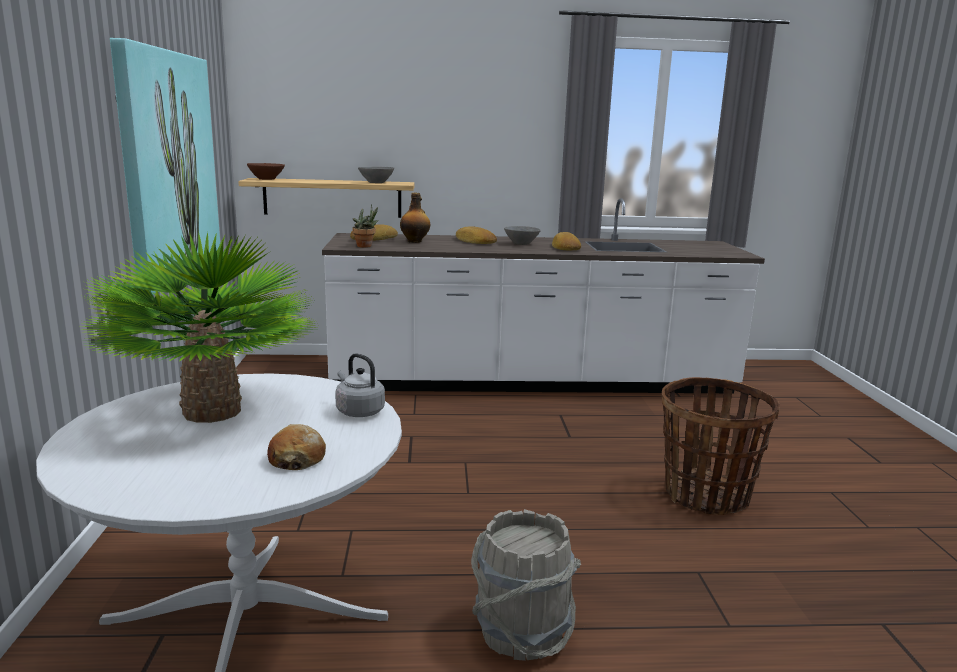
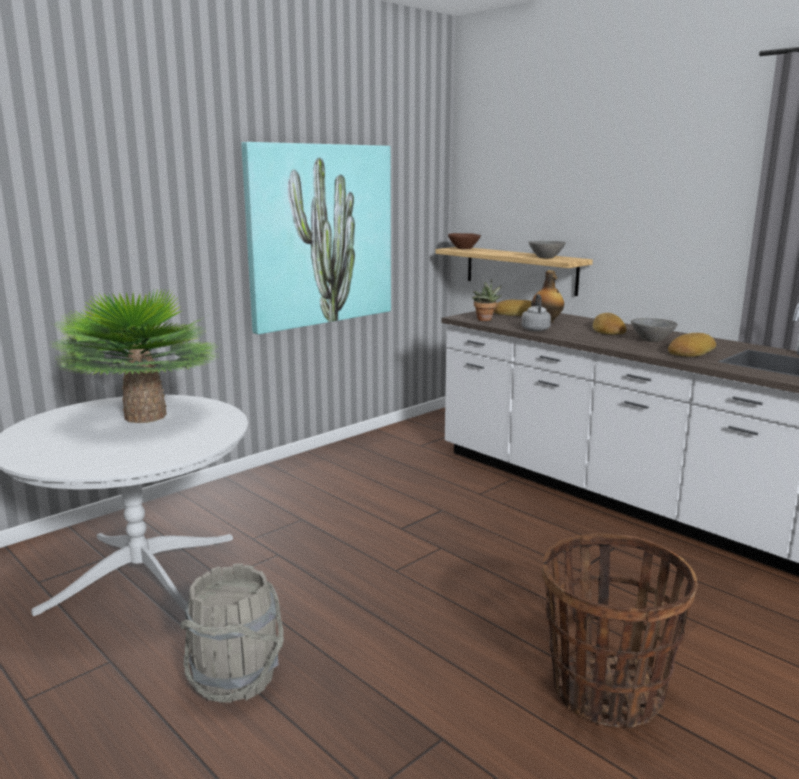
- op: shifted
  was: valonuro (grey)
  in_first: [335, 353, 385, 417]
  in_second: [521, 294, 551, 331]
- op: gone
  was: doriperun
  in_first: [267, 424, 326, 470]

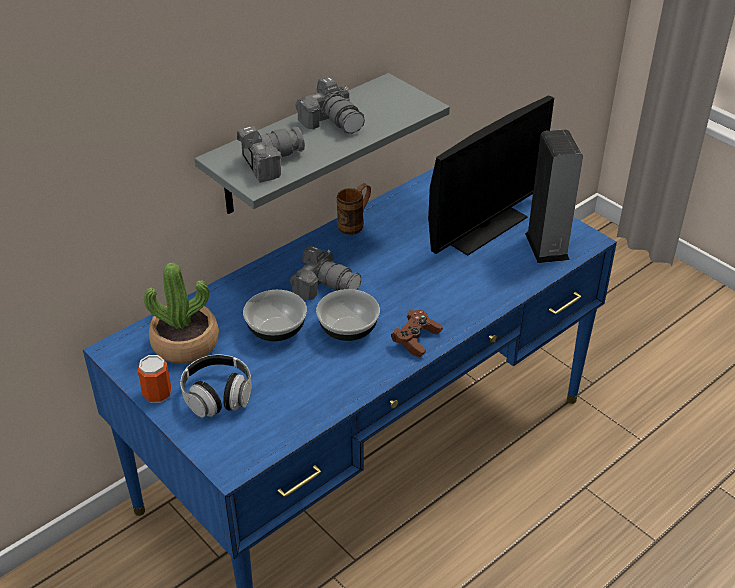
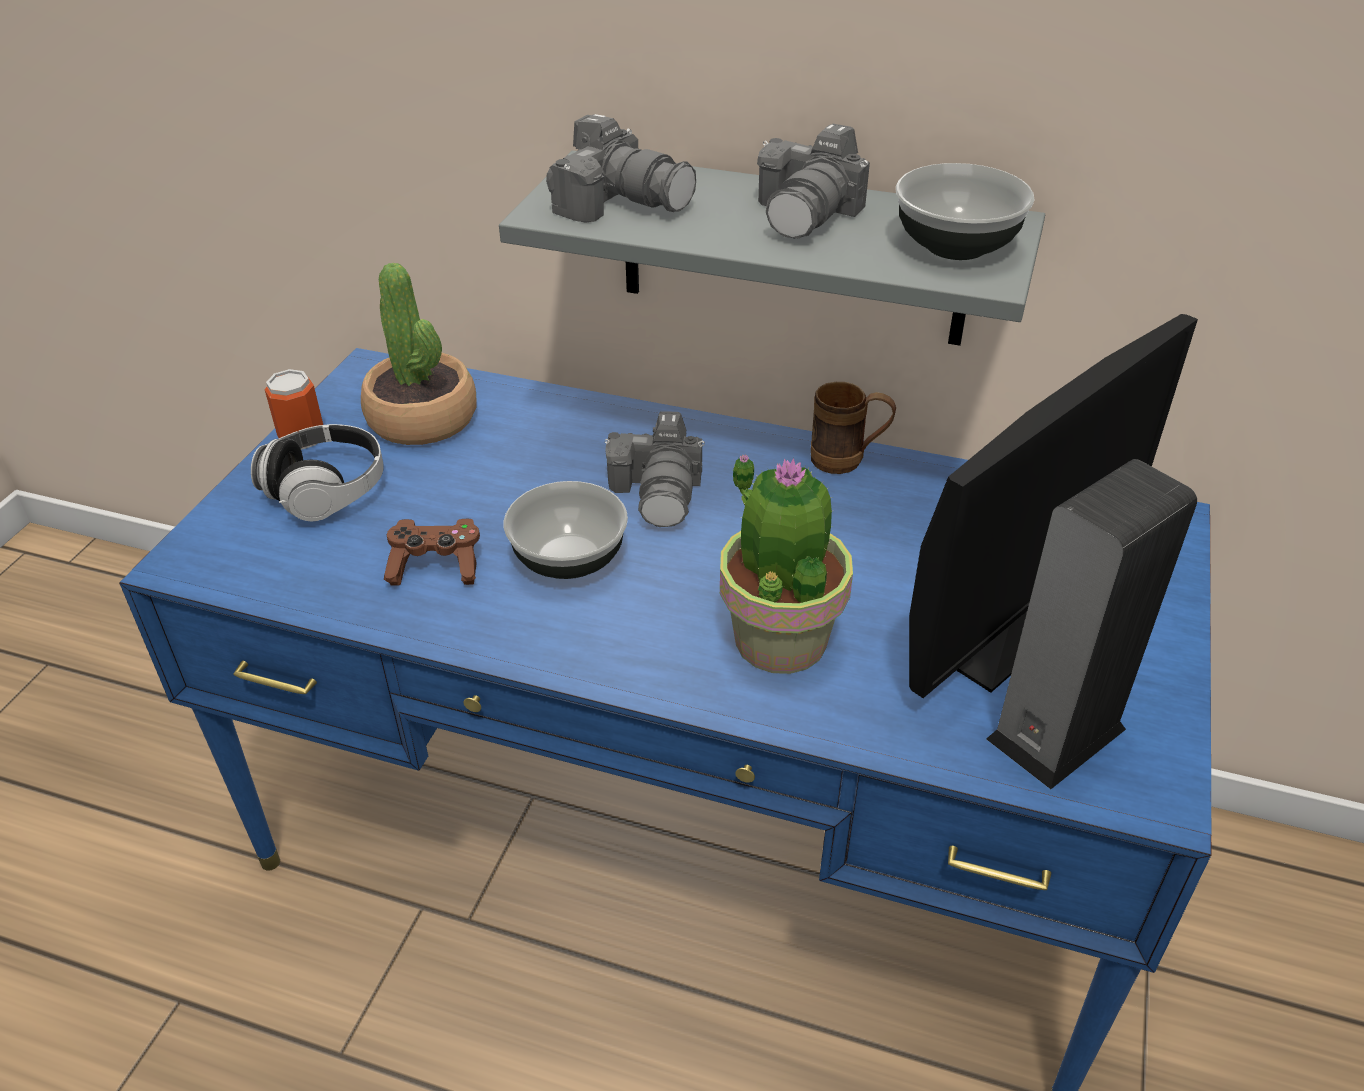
- op: shifted
  was: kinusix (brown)
  in_first: [391, 310, 443, 358]
  in_second: [384, 519, 480, 586]
- op: new
  now: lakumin
  in_second: [720, 454, 853, 674]
- op: shifted
  was: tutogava
  in_first: [243, 290, 307, 341]
  in_second: [896, 163, 1035, 260]
- op: rotated
  was: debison
  in_first: [428, 96, 554, 256]
  in_second: [909, 314, 1198, 698]
  clockwise: -60

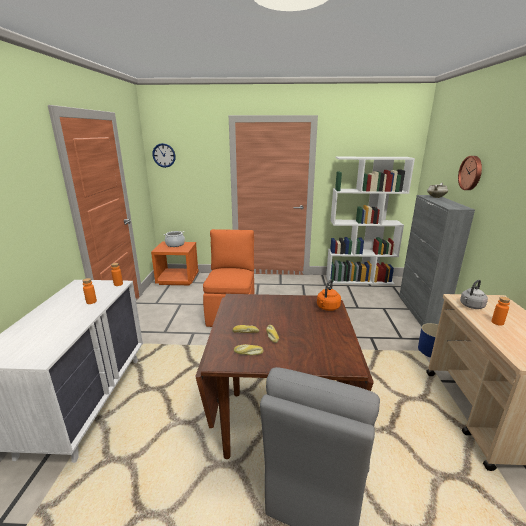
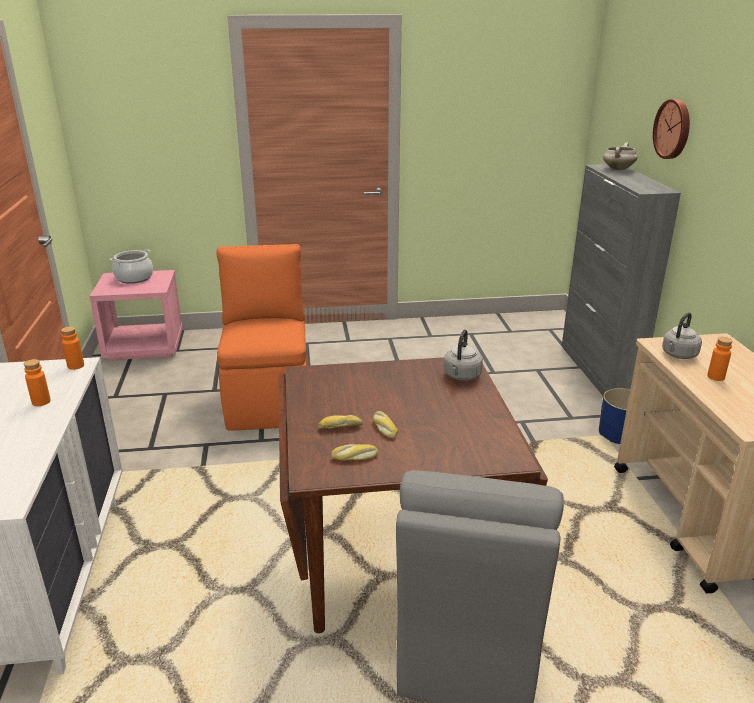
- op: repainted
  was: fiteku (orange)
  now: fiteku (pink)
  in_first: [151, 242, 199, 285]
  in_second: [90, 270, 183, 360]
- op: repainted
  was: valonuro (orange)
  now: valonuro (grey)
  in_first: [317, 279, 341, 311]
  in_second: [444, 329, 483, 381]
- op: gone
  was: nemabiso
  in_first: [152, 143, 176, 168]
- op: gone
  was: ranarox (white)
  in_first: [326, 157, 415, 285]

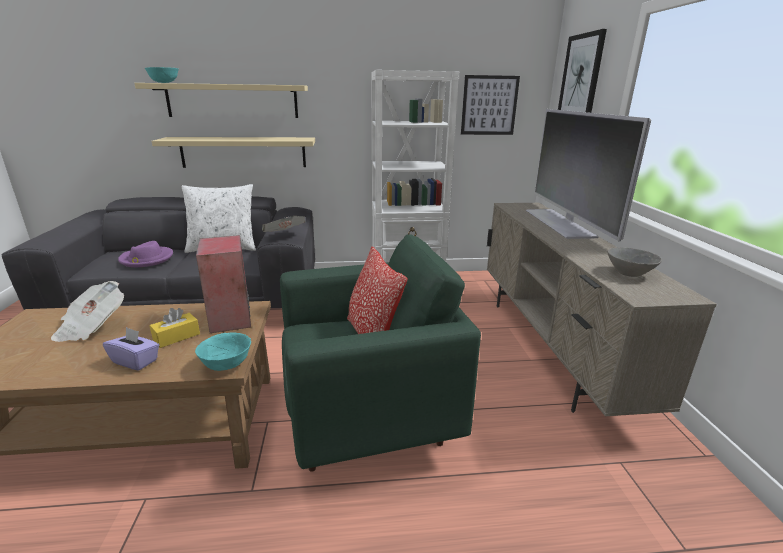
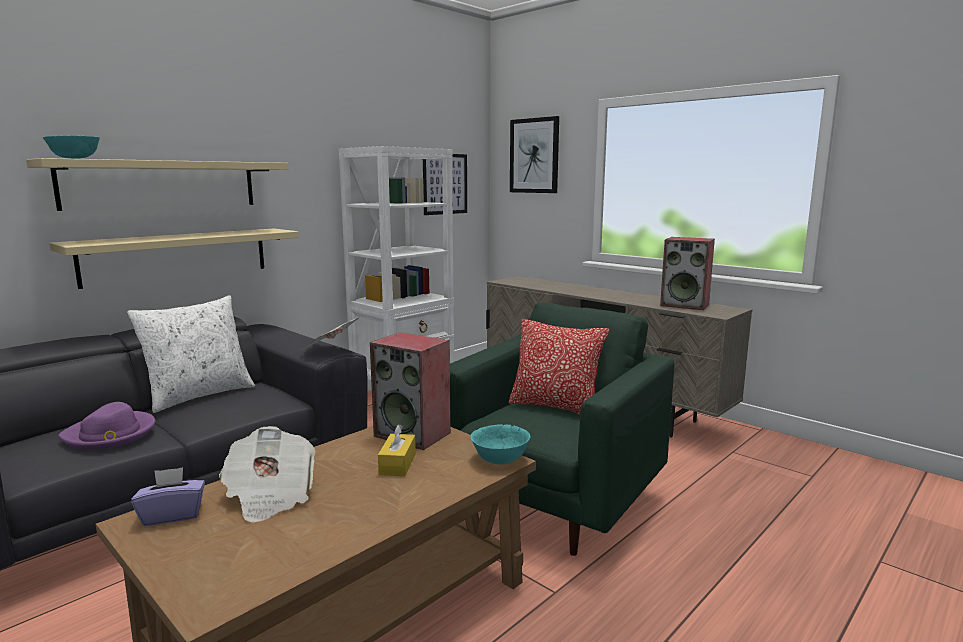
- op: shifted
  was: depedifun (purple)
  in_first: [103, 327, 159, 371]
  in_second: [131, 467, 205, 526]
- op: swapped
  was: tutogava (grey)
  now: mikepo
  in_first: [608, 247, 662, 277]
  in_second: [660, 237, 715, 310]
- op: gone
  was: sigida
  in_first: [526, 109, 651, 241]

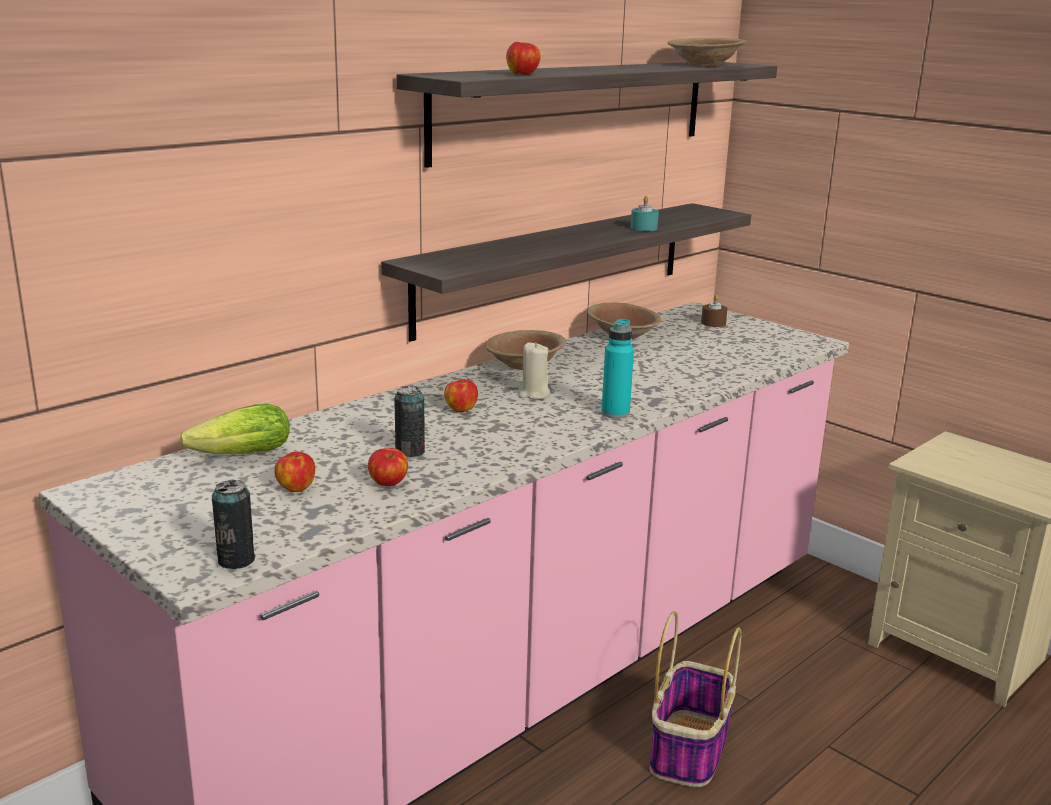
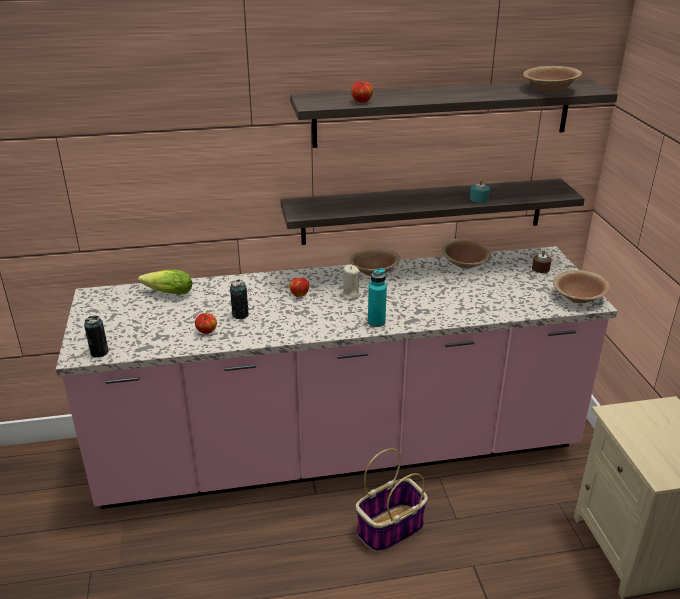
- op: new
  now: tutogava (brown)
  in_second: [553, 270, 610, 303]
- op: gone
  was: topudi
  in_first: [274, 452, 315, 492]

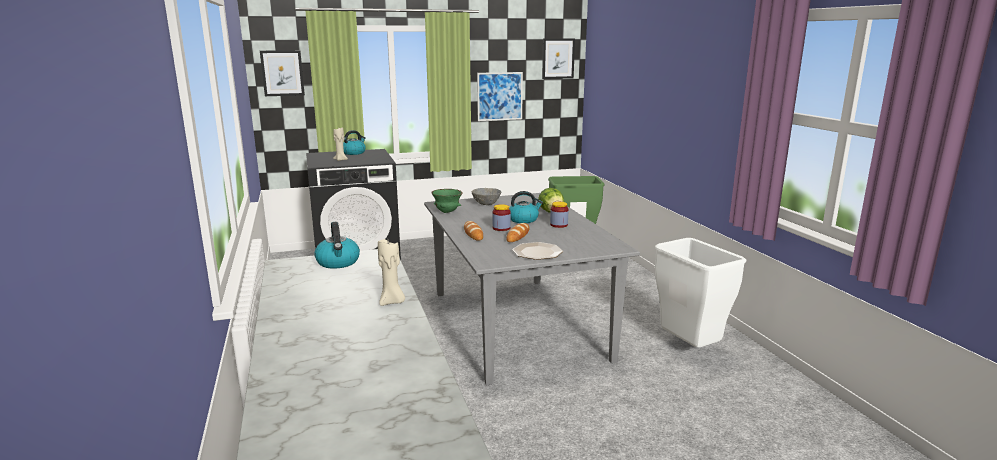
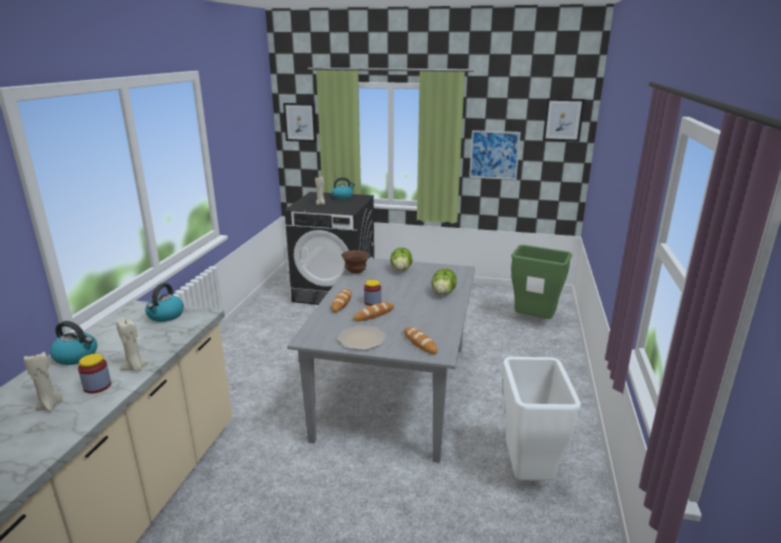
- op: new
  now: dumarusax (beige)
  in_second: [24, 352, 62, 412]
- op: shifted
  was: valonuro
  in_first: [509, 191, 543, 223]
  in_second: [50, 321, 97, 365]
- op: shifted
  was: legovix
  in_first: [550, 202, 568, 228]
  in_second: [78, 354, 111, 394]
- op: repainted
  was: tutogava (green)
  now: tutogava (brown)
  in_first: [431, 189, 463, 213]
  in_second: [341, 250, 370, 274]
- op: swapped
  was: tutogava (grey)
  now: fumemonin
  in_first: [472, 188, 501, 205]
  in_second: [390, 247, 413, 271]
- op: new
  now: doriperun
  in_second: [404, 327, 438, 354]

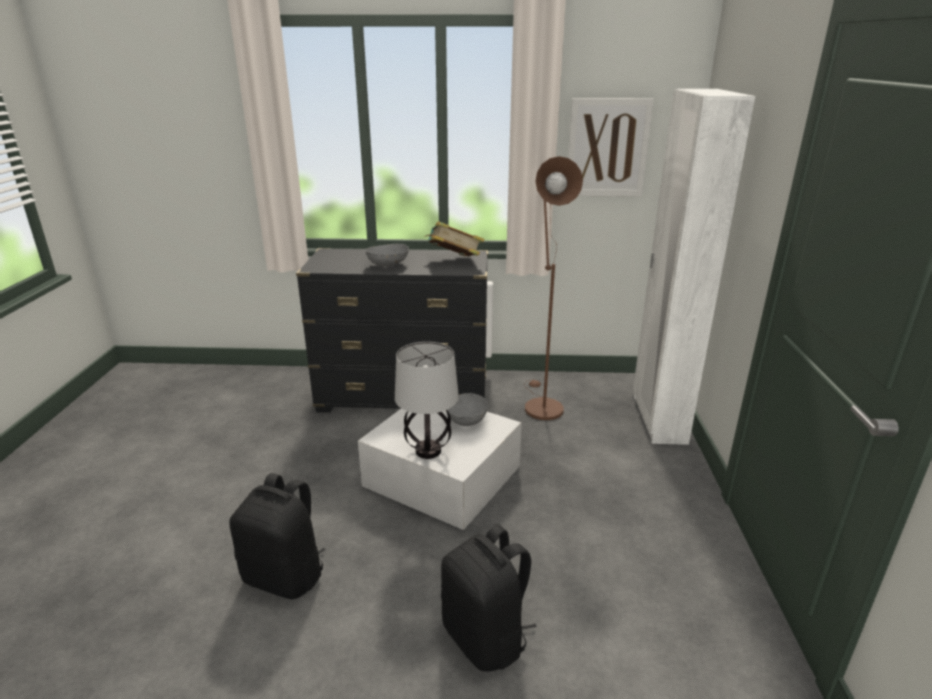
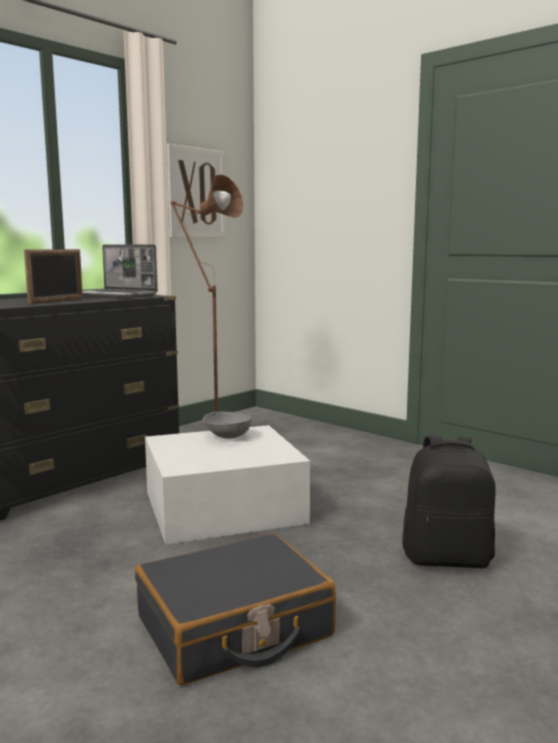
- op: swapped
  was: tutogava (grey)
  now: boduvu
  in_first: [365, 244, 409, 267]
  in_second: [24, 249, 83, 304]
- op: swapped
  was: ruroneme
  now: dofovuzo
  in_first: [424, 221, 484, 257]
  in_second: [83, 244, 158, 298]
- op: swapped
  was: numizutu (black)
  now: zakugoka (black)
  in_first: [229, 473, 325, 599]
  in_second: [135, 533, 336, 685]
- op: gone
  was: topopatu
  in_first: [395, 342, 459, 459]
- op: gone
  was: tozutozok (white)
  in_first: [633, 89, 755, 445]

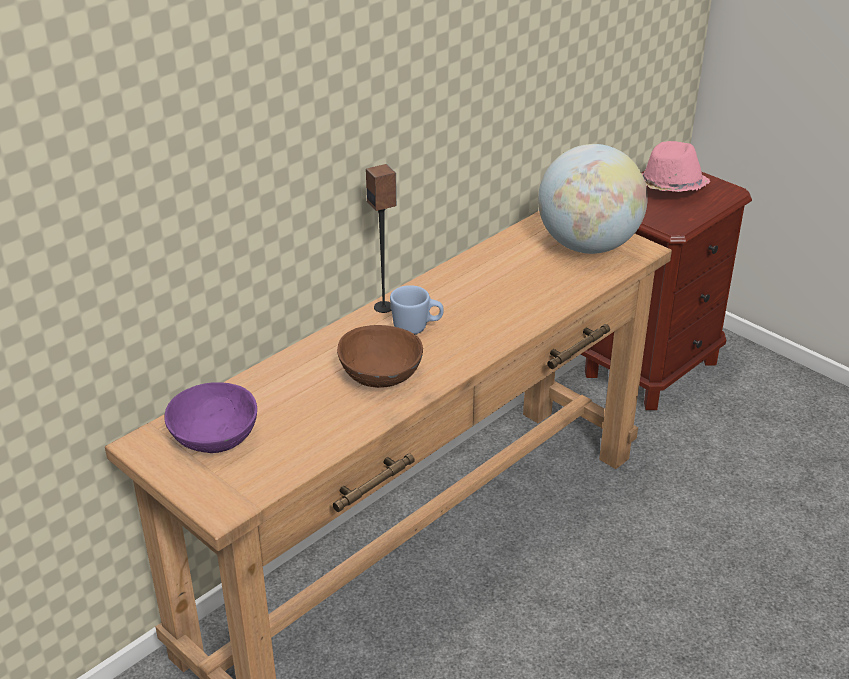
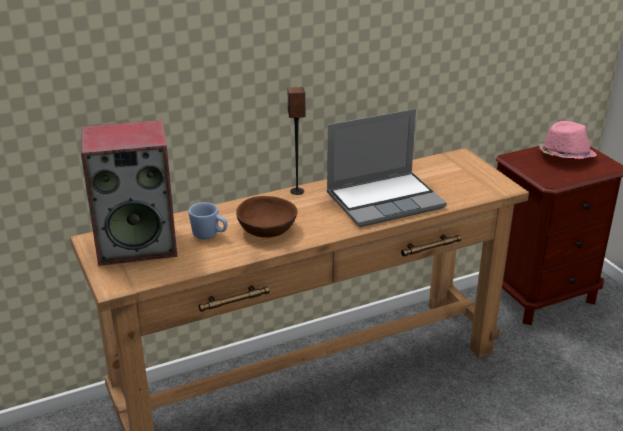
- op: swapped
  was: tutogava (purple)
  now: mikepo
  in_first: [164, 382, 257, 453]
  in_second: [81, 120, 177, 266]
- op: shifted
  was: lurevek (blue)
  in_first: [390, 285, 444, 334]
  in_second: [188, 202, 227, 239]
- op: new
  now: dofovuzo
  in_second: [327, 109, 447, 227]
- op: gone
  was: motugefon
  in_first: [538, 144, 648, 254]

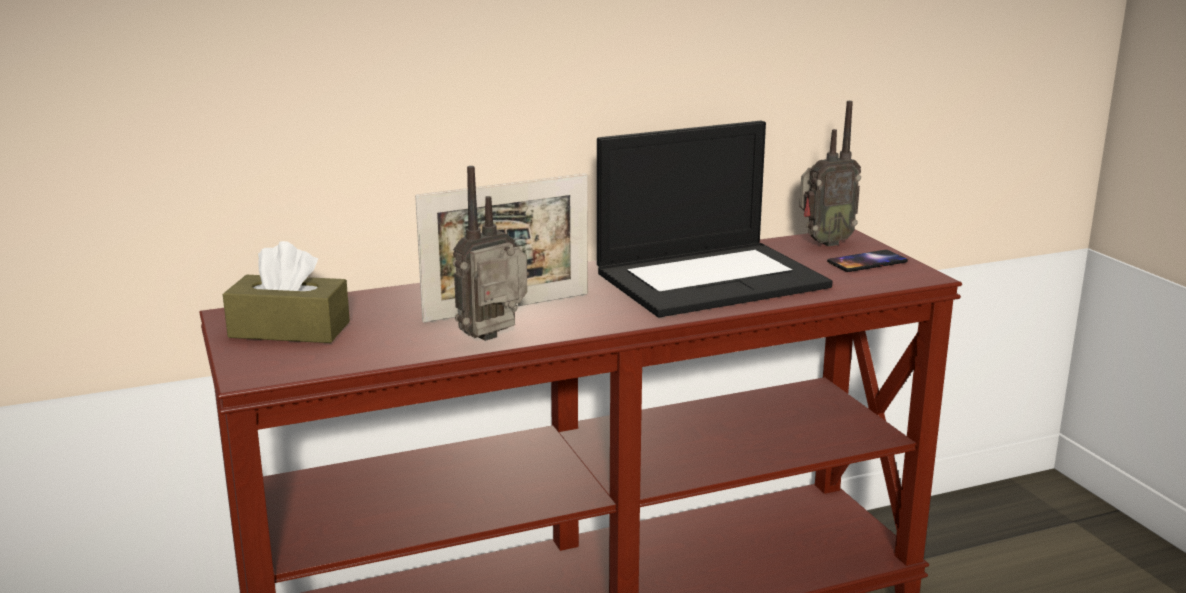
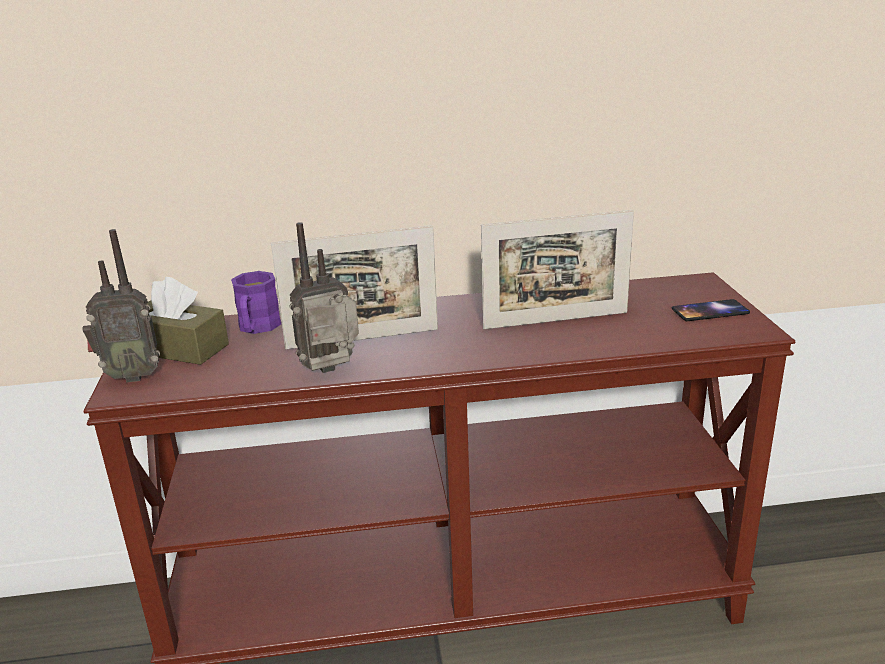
- op: shifted
  was: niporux
  in_first: [799, 101, 861, 246]
  in_second: [83, 229, 160, 383]
- op: new
  now: lurevek (purple)
  in_second: [231, 271, 281, 334]
- op: swapped
  was: dofovuzo
  now: boduvu
  in_first: [597, 121, 833, 317]
  in_second: [481, 210, 634, 329]

